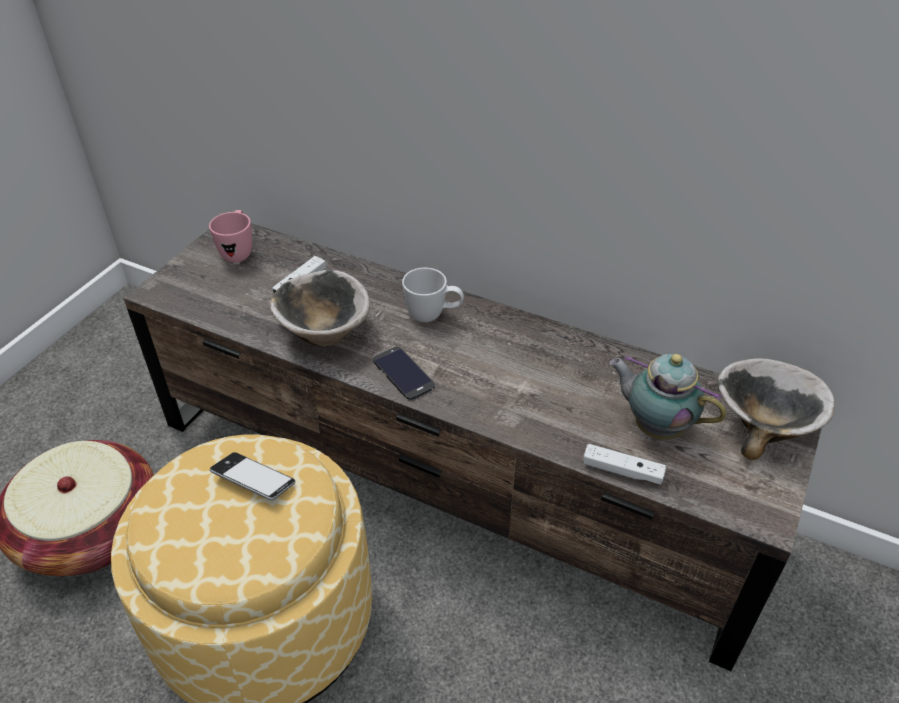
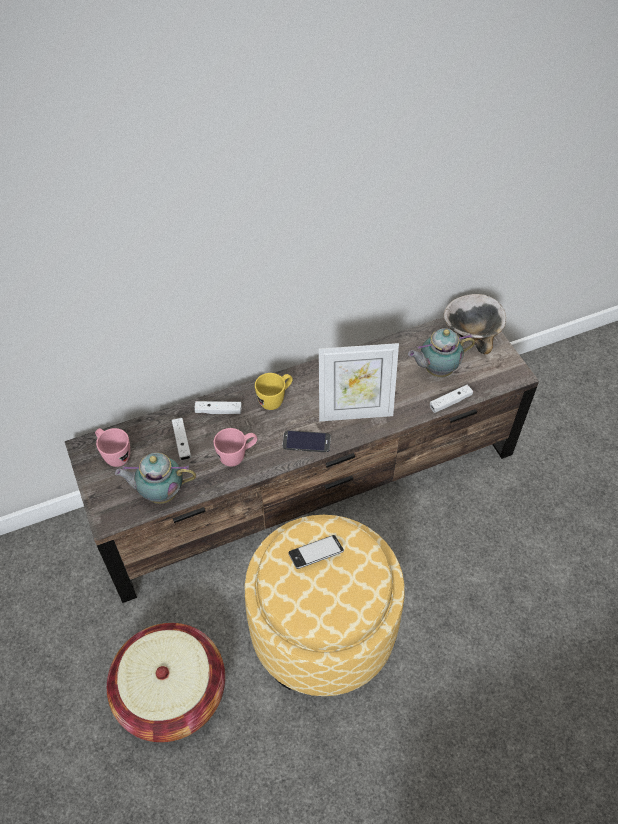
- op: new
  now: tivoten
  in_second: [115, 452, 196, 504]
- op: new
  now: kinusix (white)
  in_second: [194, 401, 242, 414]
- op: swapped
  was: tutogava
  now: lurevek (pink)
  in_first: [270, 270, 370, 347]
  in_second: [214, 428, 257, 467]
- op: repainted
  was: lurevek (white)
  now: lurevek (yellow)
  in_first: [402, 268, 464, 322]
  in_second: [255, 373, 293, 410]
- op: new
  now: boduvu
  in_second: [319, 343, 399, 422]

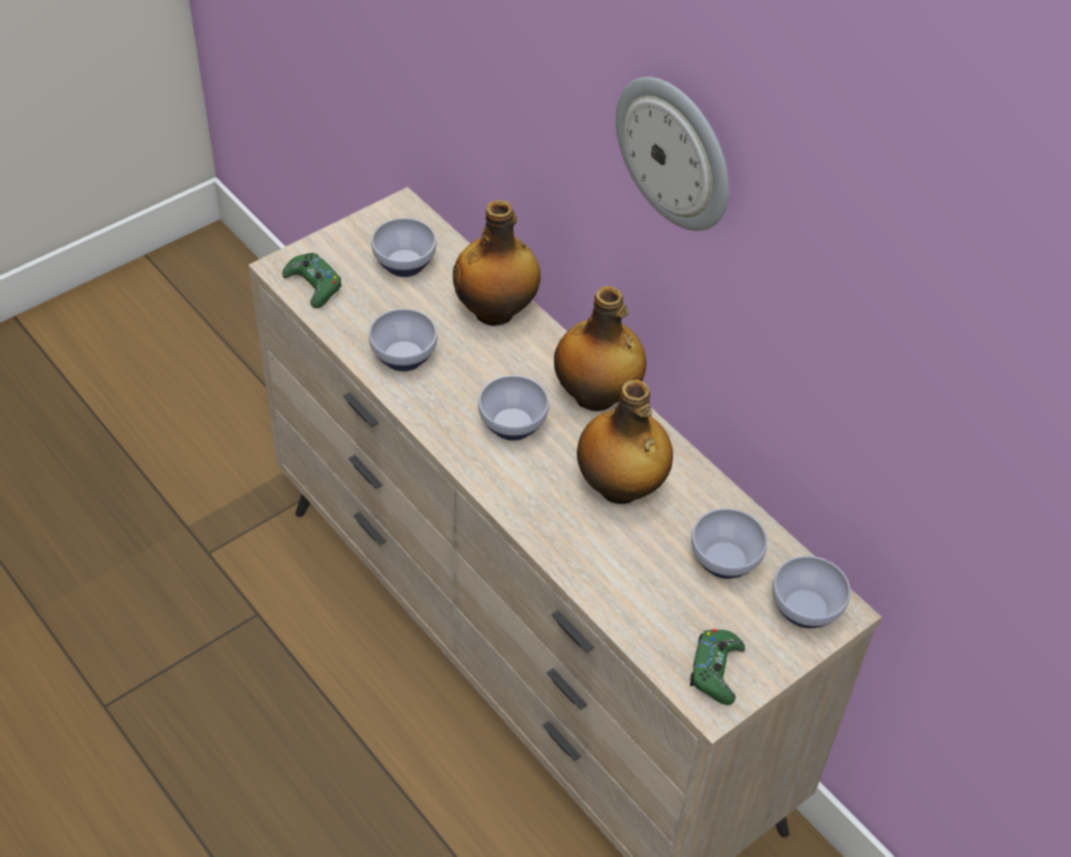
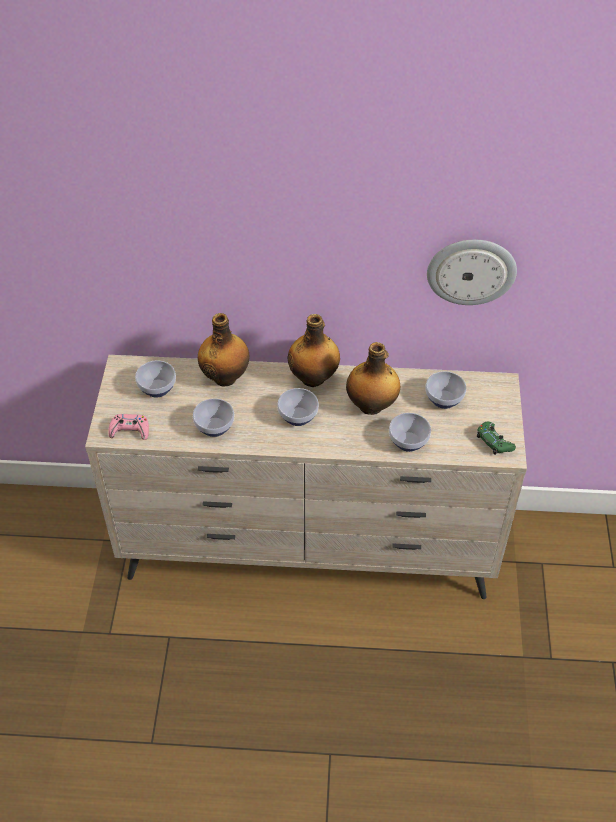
- op: repainted
  was: kinusix (green)
  now: kinusix (pink)
  in_first: [282, 253, 341, 308]
  in_second: [109, 414, 149, 440]
- op: shifted
  was: tutogava
  in_first: [772, 556, 851, 628]
  in_second: [389, 413, 431, 452]
- op: shifted
  was: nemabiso
  in_first: [616, 77, 729, 231]
  in_second: [427, 240, 517, 305]

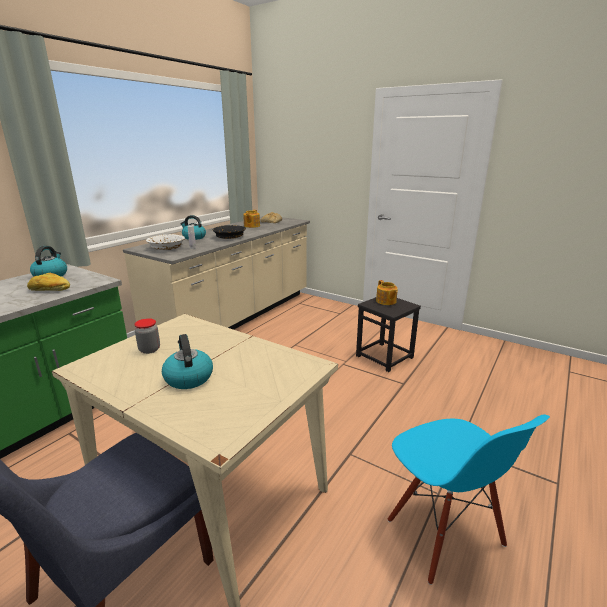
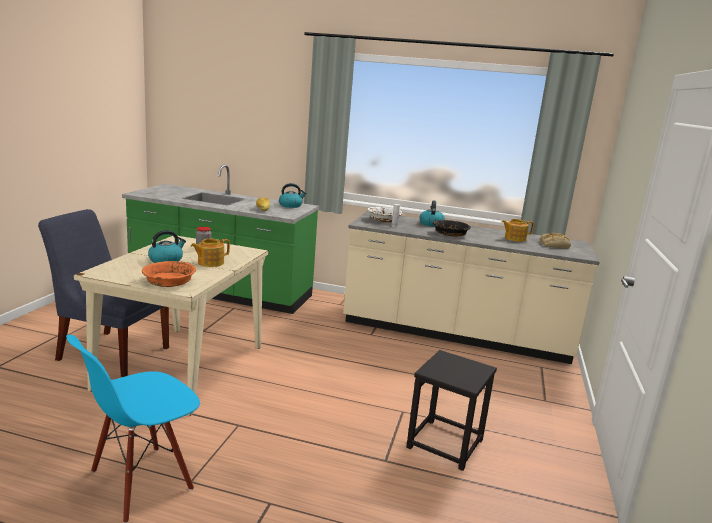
- op: new
  now: tutogava (orange)
  in_second: [142, 261, 196, 287]
- op: shifted
  was: tivoten
  in_first: [376, 280, 398, 305]
  in_second: [191, 239, 230, 267]

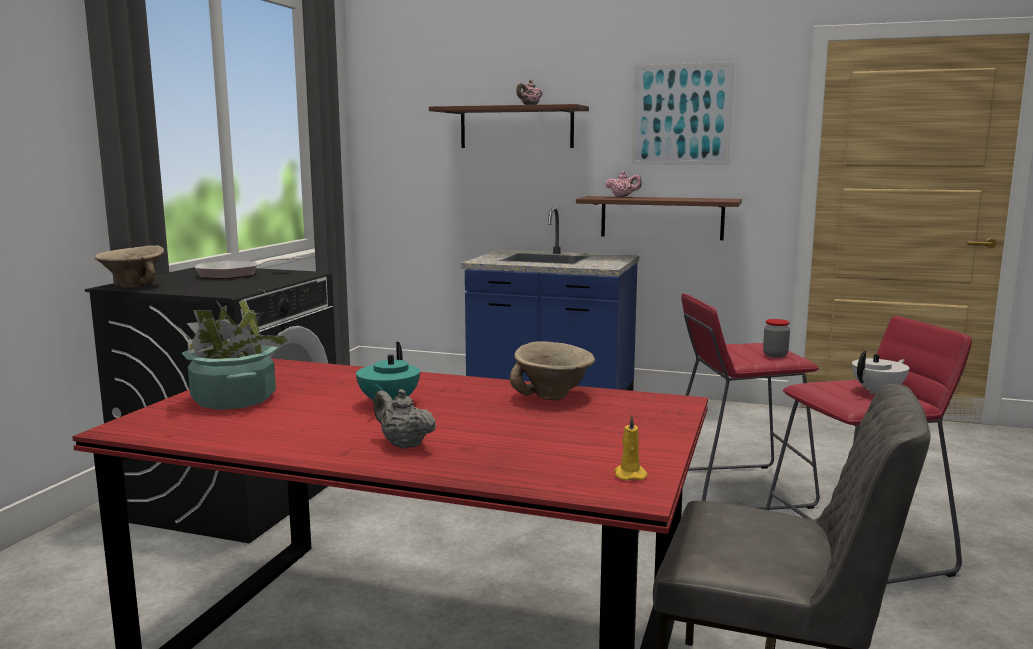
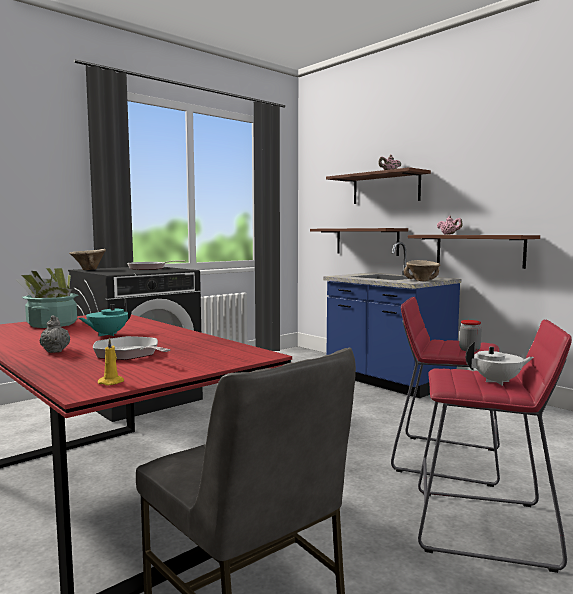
- op: new
  now: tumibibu
  in_second: [93, 336, 171, 360]
- op: new
  now: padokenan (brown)
  in_second: [310, 228, 408, 256]
- op: shifted
  was: tutogava (beige)
  in_first: [510, 341, 595, 400]
  in_second: [404, 260, 441, 281]
- op: gone
  was: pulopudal
  in_first: [632, 62, 735, 165]

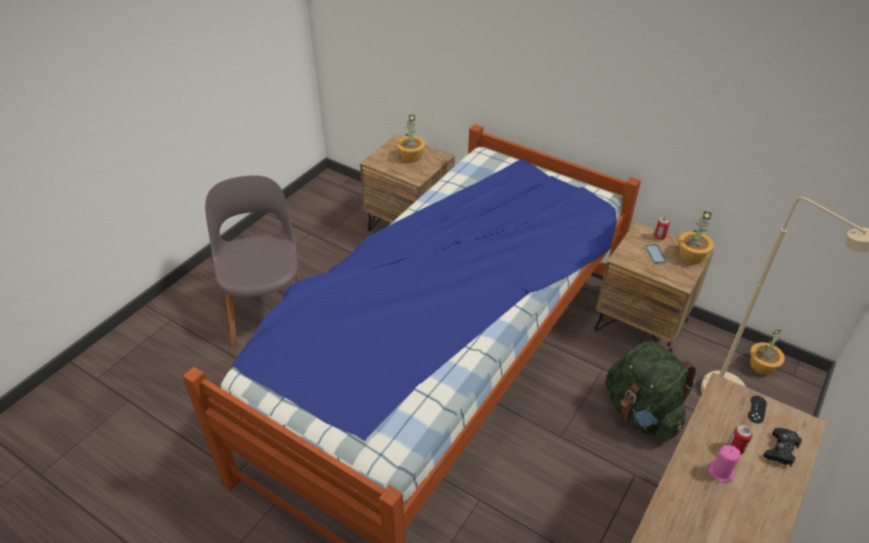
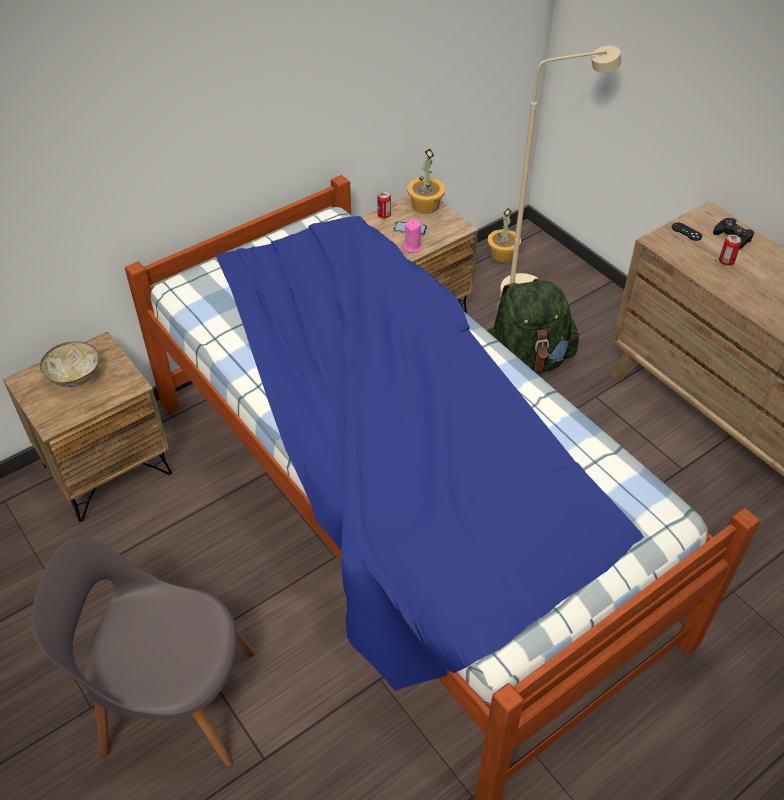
- op: swapped
  was: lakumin
  now: tutogava
  in_first: [397, 114, 425, 163]
  in_second: [40, 342, 99, 387]
- op: shifted
  was: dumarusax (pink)
  in_first: [708, 445, 740, 482]
  in_second: [402, 219, 422, 253]

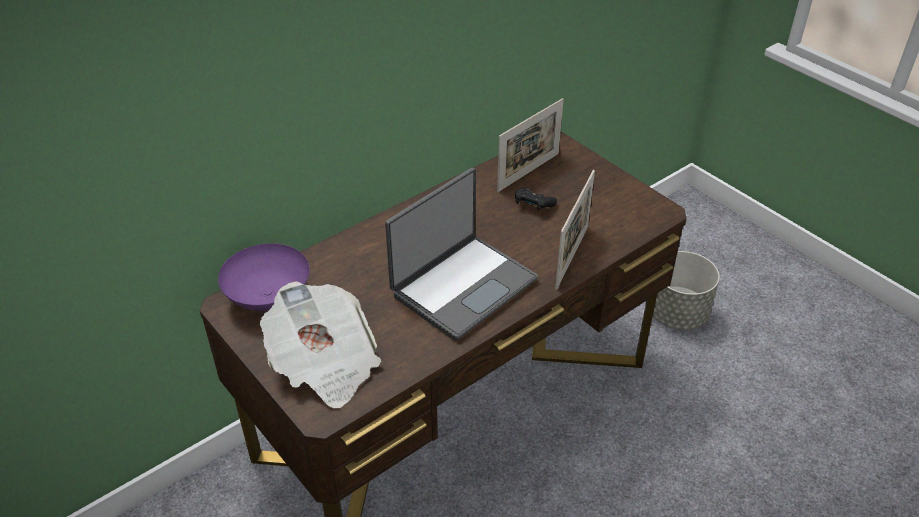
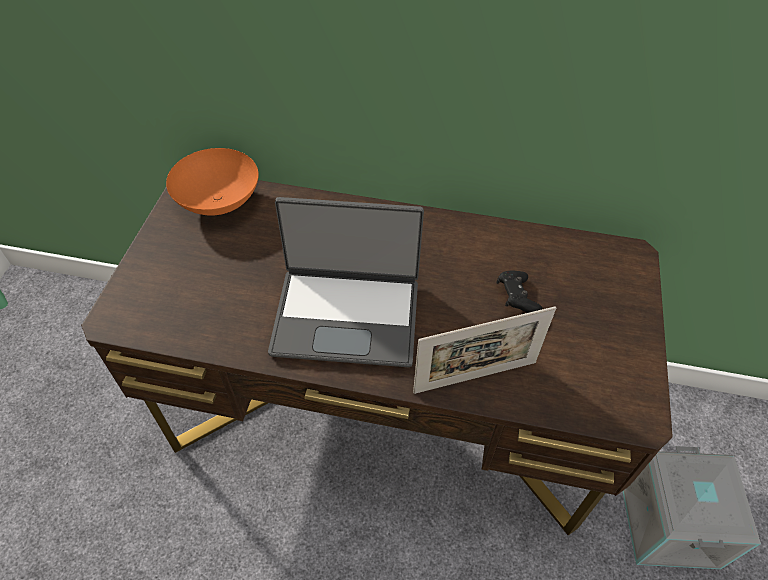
- op: repainted
  was: tutogava (purple)
  now: tutogava (orange)
  in_first: [218, 243, 310, 311]
  in_second: [166, 148, 259, 216]
- op: swapped
  was: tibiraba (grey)
  now: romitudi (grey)
  in_first: [653, 251, 720, 330]
  in_second: [623, 446, 761, 569]
- op: gone
  was: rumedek
  in_first: [260, 281, 381, 408]
- op: gone
  was: boduvu
  in_first: [497, 98, 564, 192]

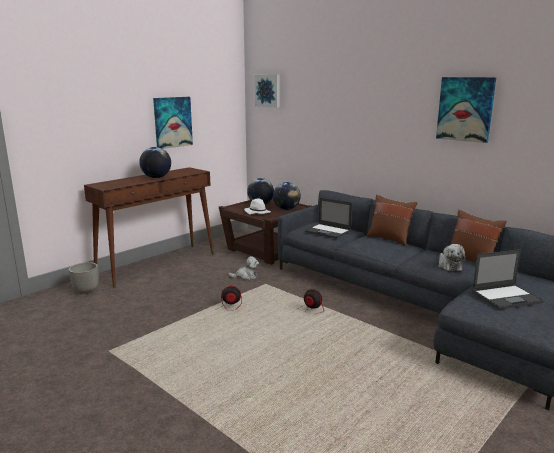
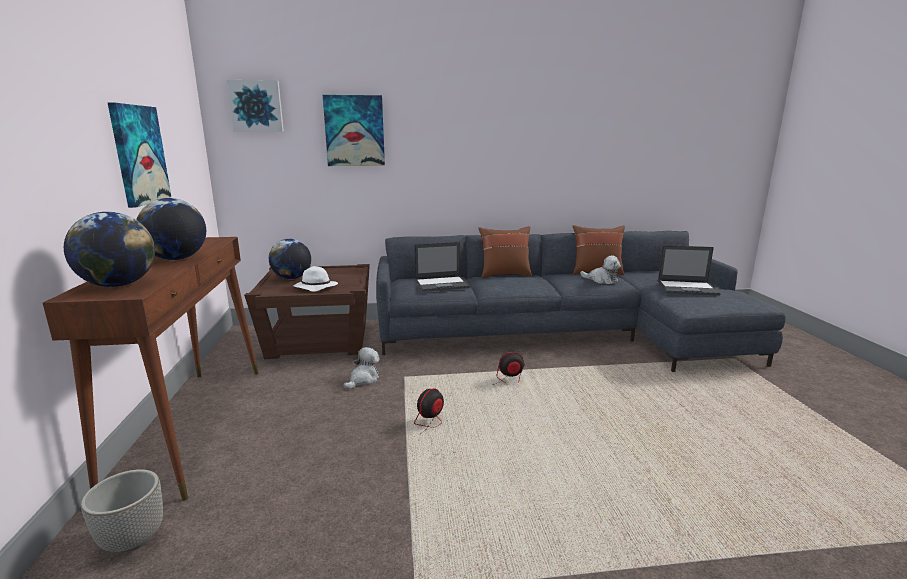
- op: shifted
  was: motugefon
  in_first: [273, 182, 301, 210]
  in_second: [64, 212, 155, 287]
- op: shifted
  was: pulopudal
  in_first: [436, 77, 496, 143]
  in_second: [323, 95, 385, 166]
- op: rotated
  was: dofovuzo
  in_first: [472, 249, 544, 310]
  in_second: [658, 245, 721, 296]
  clockwise: 75

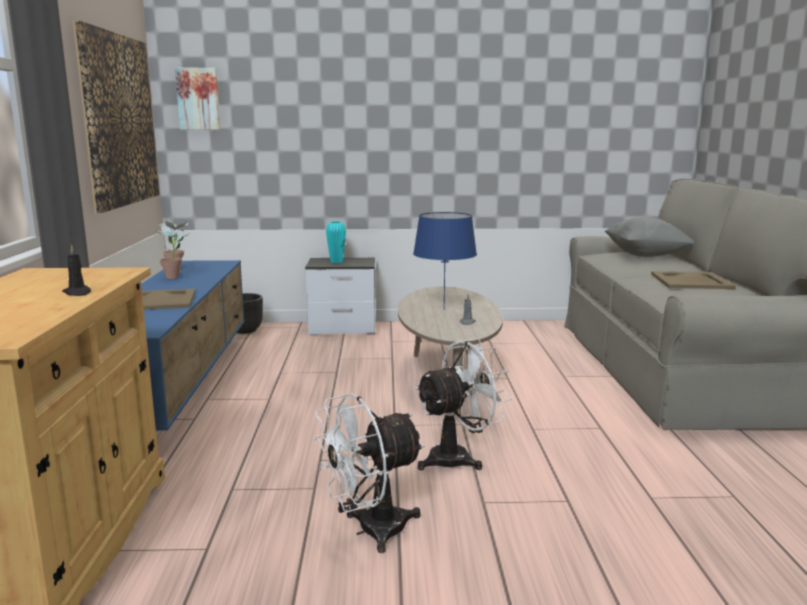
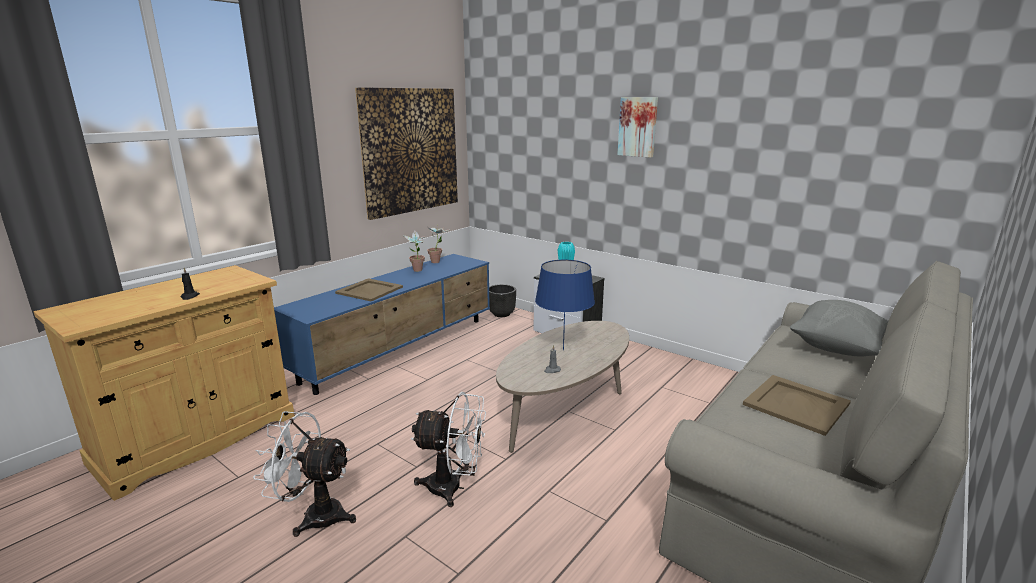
- op: shifted
  was: pulopudal
  in_first: [175, 68, 220, 130]
  in_second: [617, 97, 658, 158]

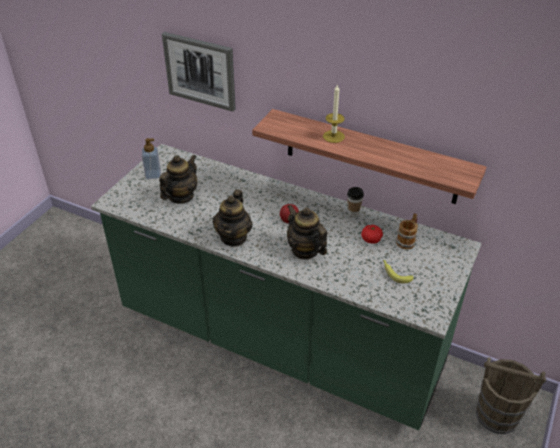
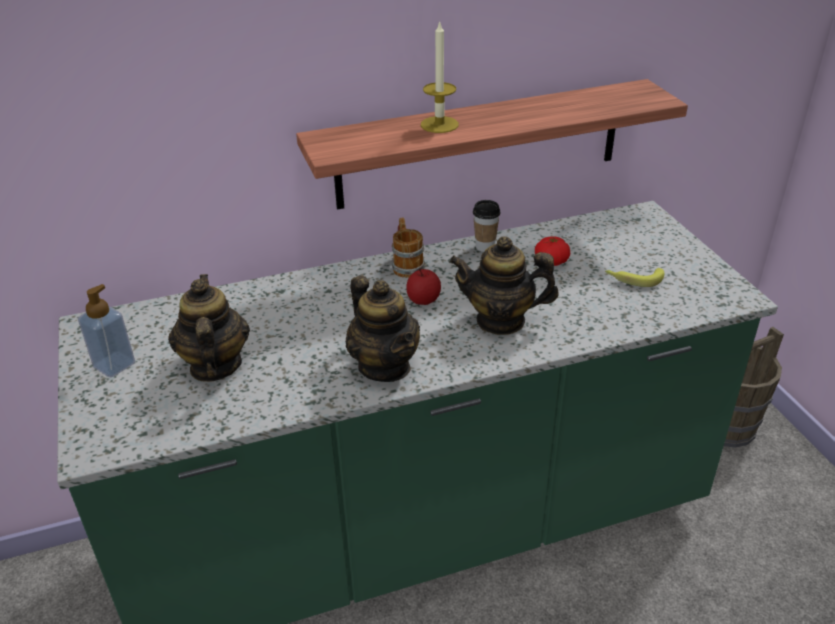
- op: shifted
  was: lurevek
  in_first: [396, 213, 418, 249]
  in_second: [391, 218, 425, 278]
- op: gone
  was: pulopudal
  in_first: [162, 32, 236, 112]

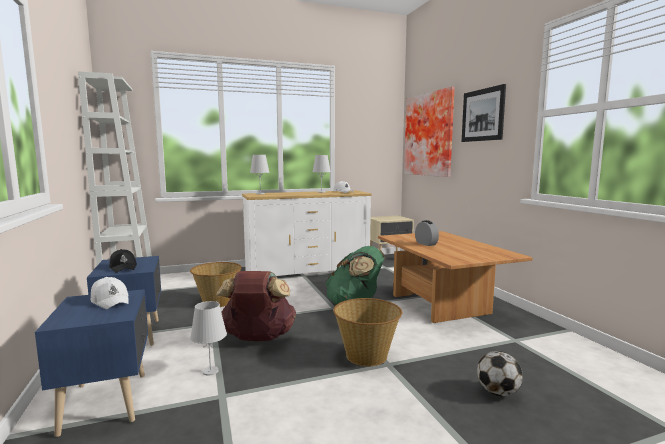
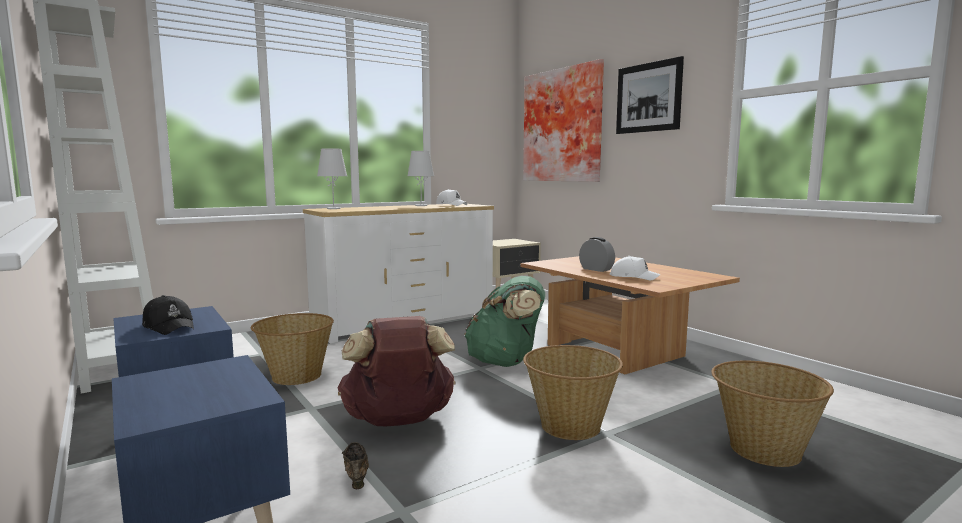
- op: swapped
  was: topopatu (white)
  now: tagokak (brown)
  in_first: [190, 301, 227, 376]
  in_second: [342, 442, 369, 489]
- op: shifted
  was: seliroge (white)
  in_first: [91, 277, 129, 309]
  in_second: [610, 256, 661, 281]
- op: swapped
  was: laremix
  now: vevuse
  in_first: [477, 351, 523, 396]
  in_second: [711, 361, 834, 467]

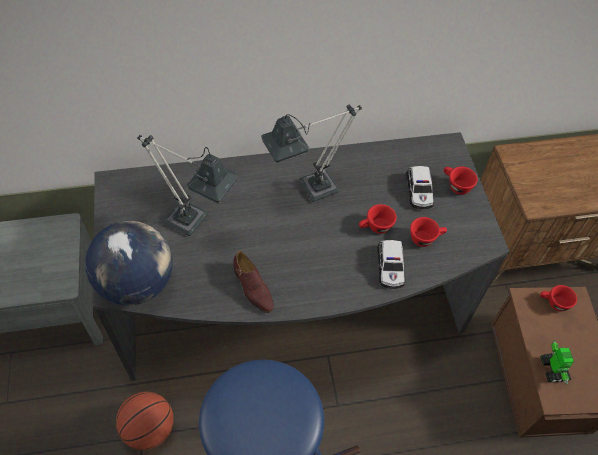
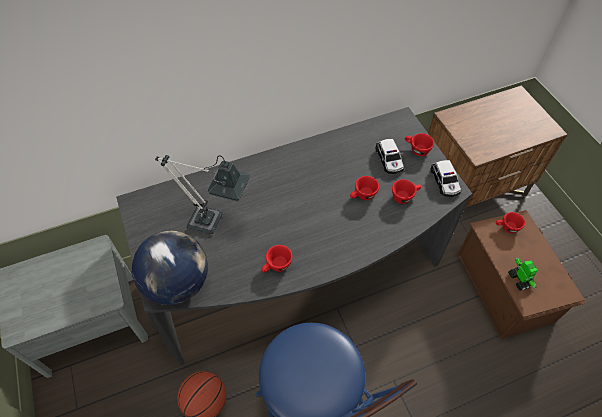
- op: swapped
  was: tagokak (brown)
  now: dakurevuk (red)
  in_first: [233, 251, 274, 313]
  in_second: [261, 245, 292, 273]
- op: shifted
  was: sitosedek
  in_first: [377, 240, 405, 289]
  in_second: [430, 160, 461, 197]
- op: gone
  was: topopatu
  in_first: [261, 105, 362, 202]

